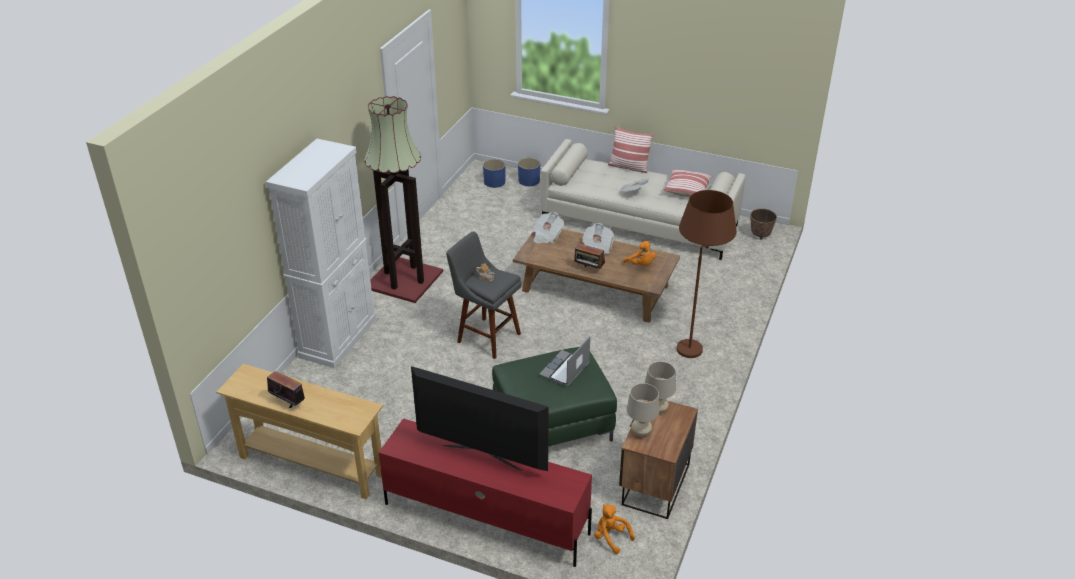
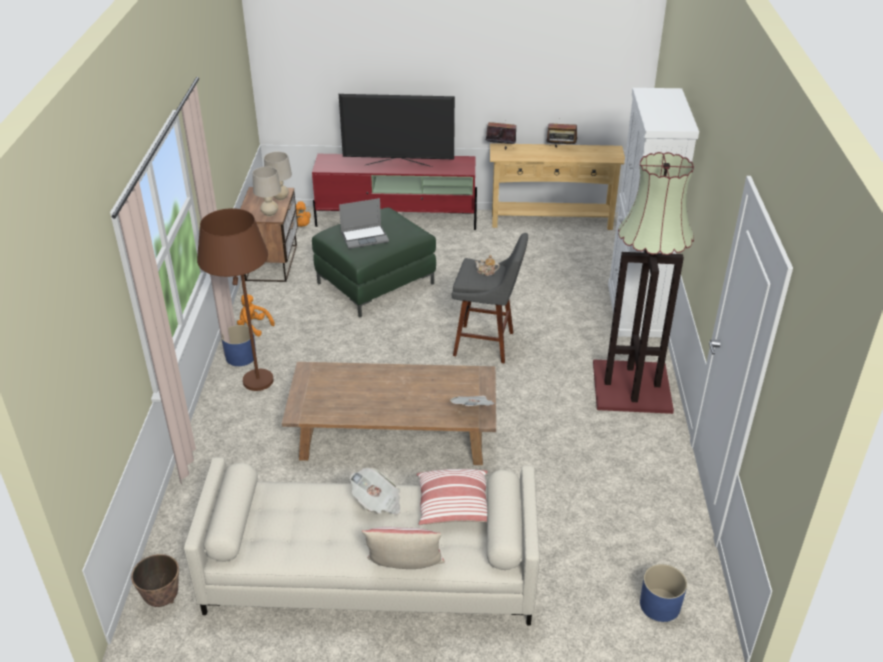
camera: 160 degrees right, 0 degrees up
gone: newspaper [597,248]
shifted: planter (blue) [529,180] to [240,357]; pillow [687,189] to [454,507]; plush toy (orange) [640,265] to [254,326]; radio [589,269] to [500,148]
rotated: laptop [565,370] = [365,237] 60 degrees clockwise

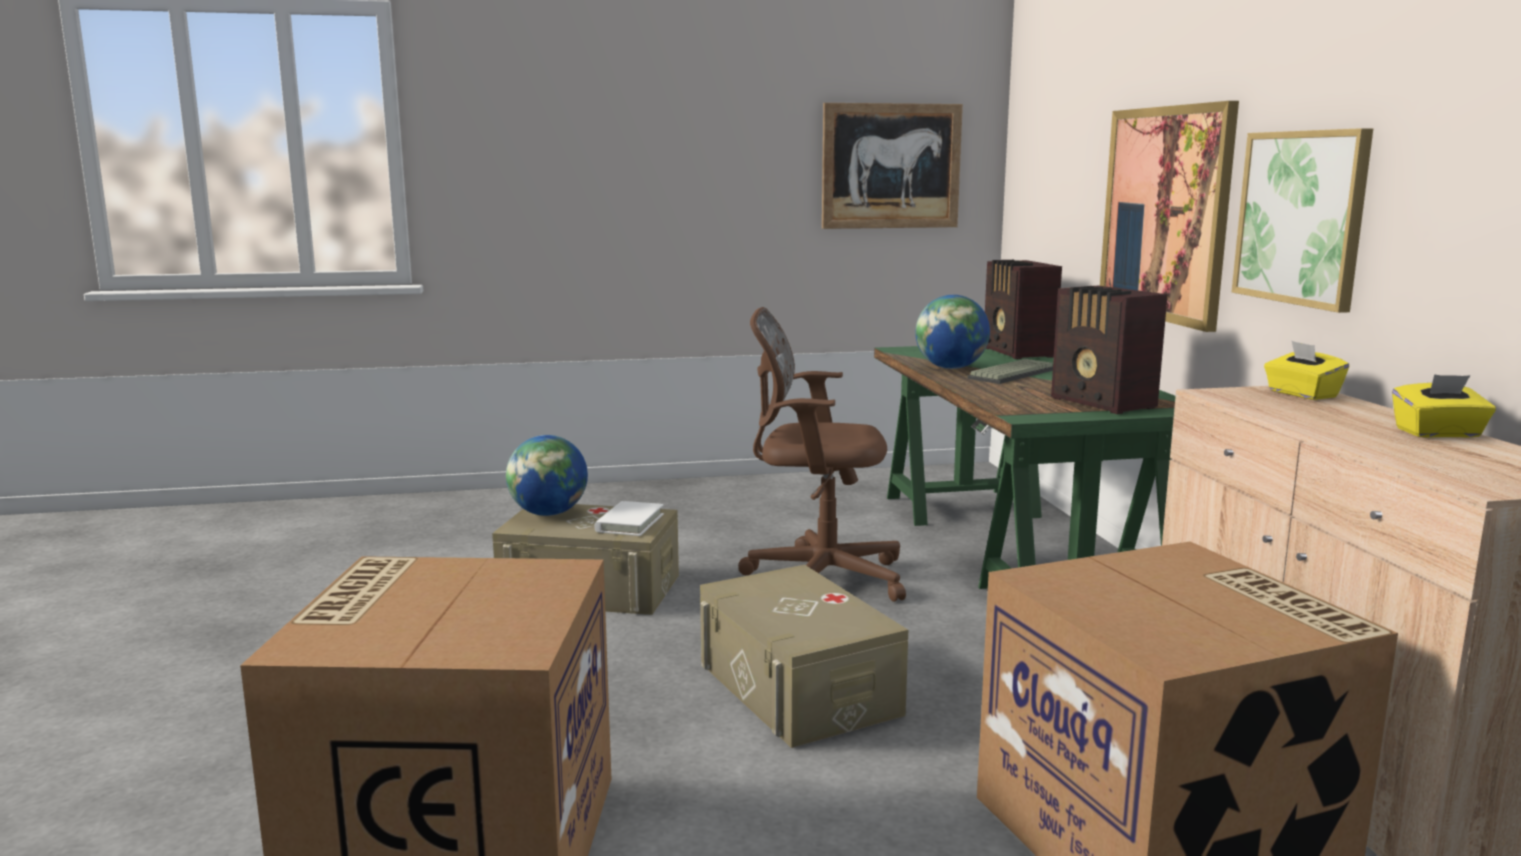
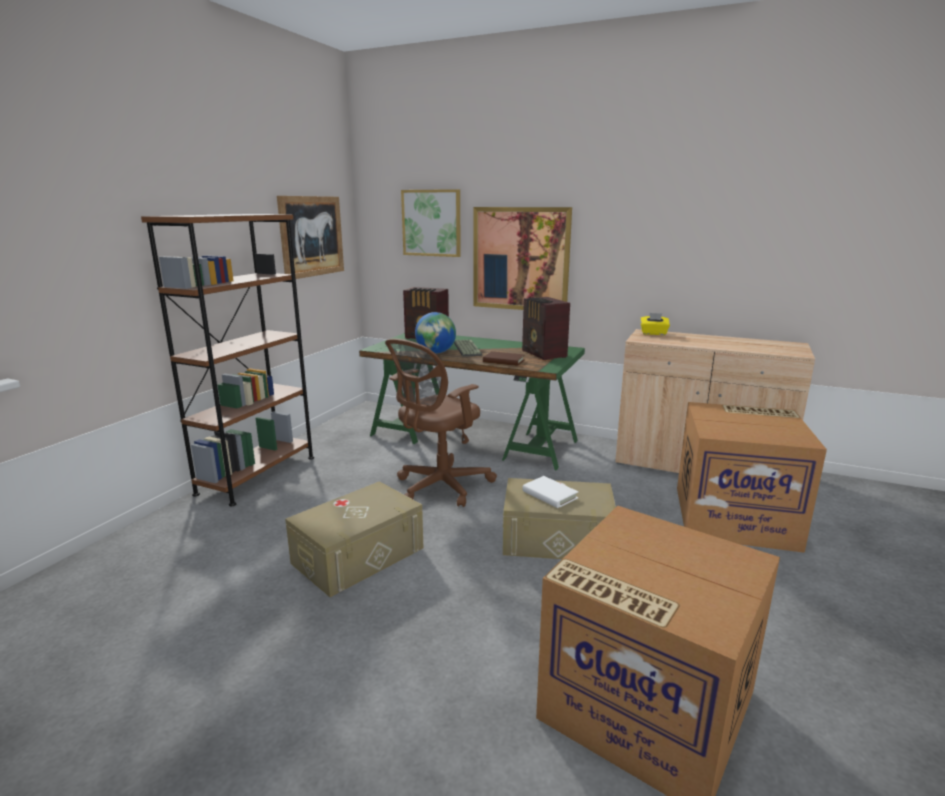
camera: 55 degrees left, 5 degrees up
gone: tissue box (yellow) [1438,433]; globe [548,514]
new: bookcase (brown) [257,475]; book (brown) [503,361]
shifted: picture [1301,217] to [431,223]; book (white) [629,523] to [549,495]
rotated: radio [1103,403] = [543,354] 60 degrees clockwise

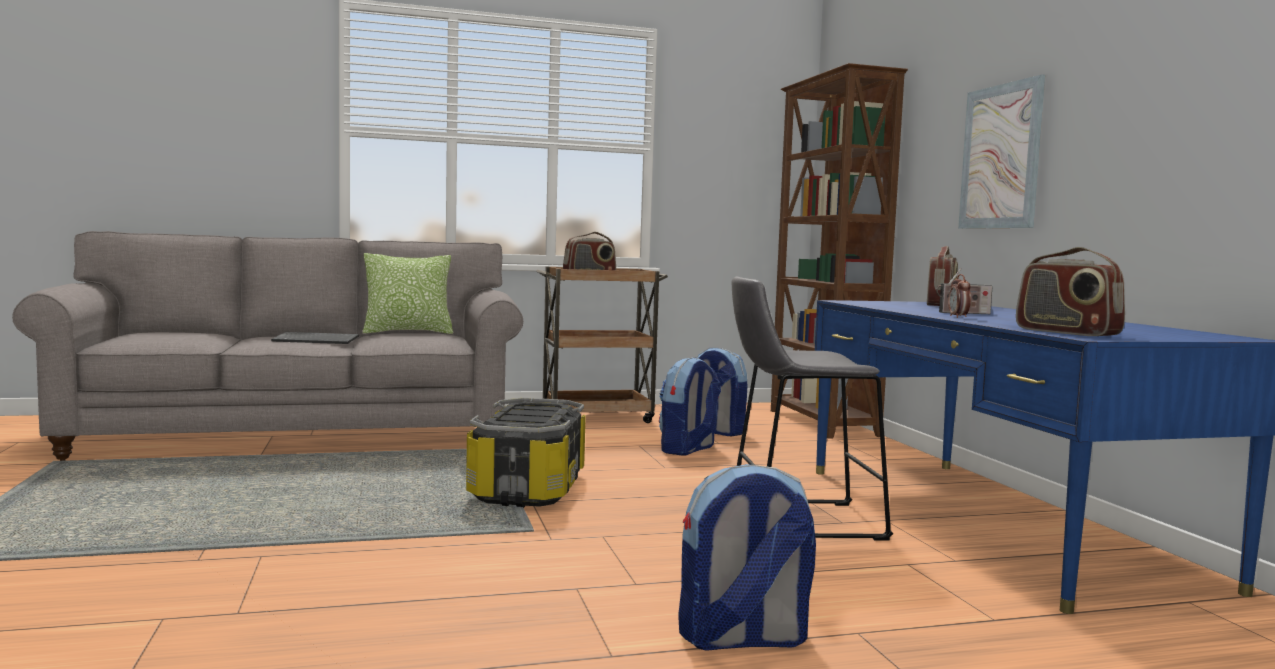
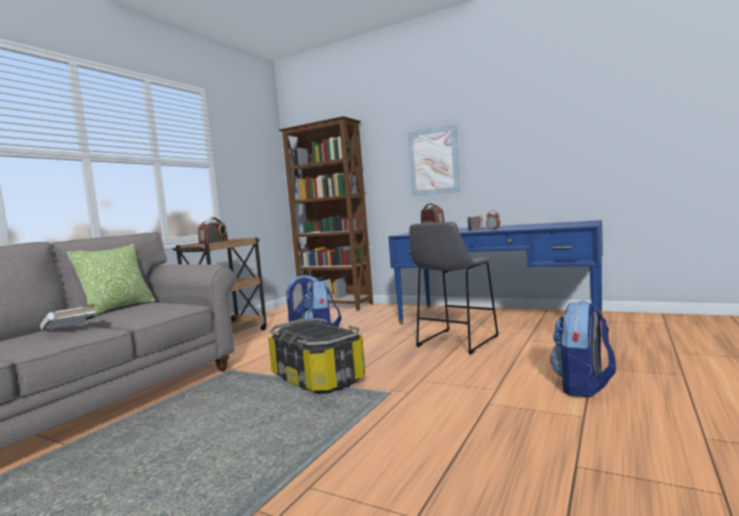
camera: 45 degrees left, 0 degrees up
gone: radio [1066,332]
swapped: keyboard [317,340] to book (white) [70,330]

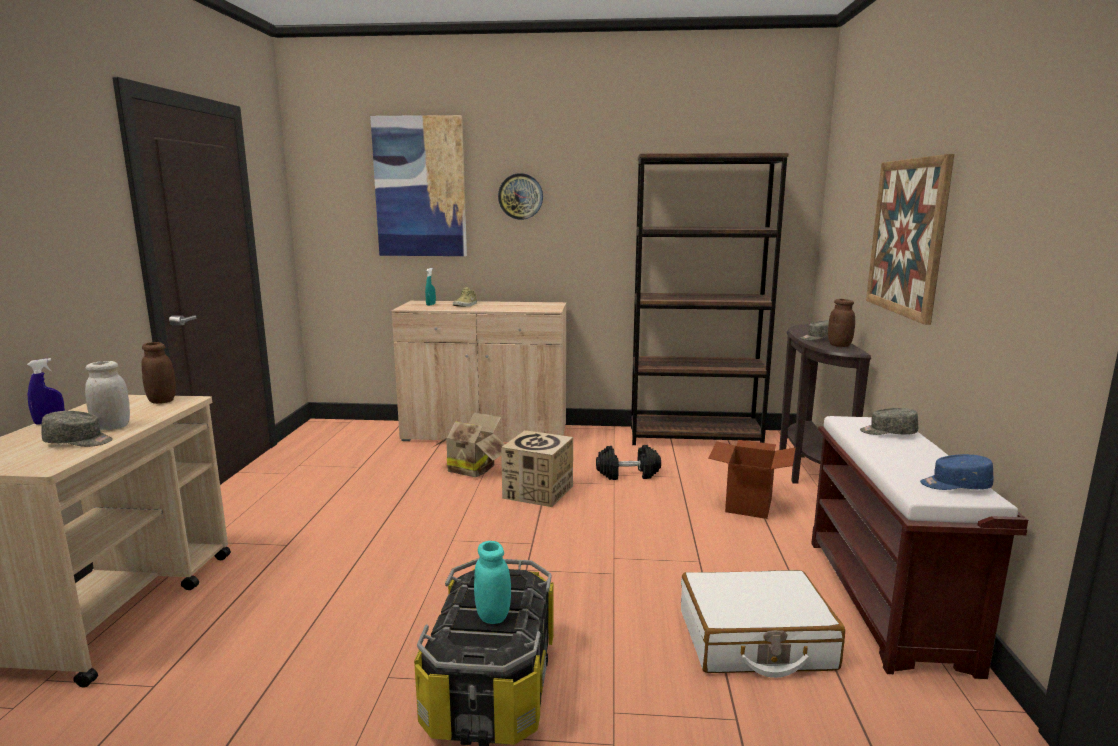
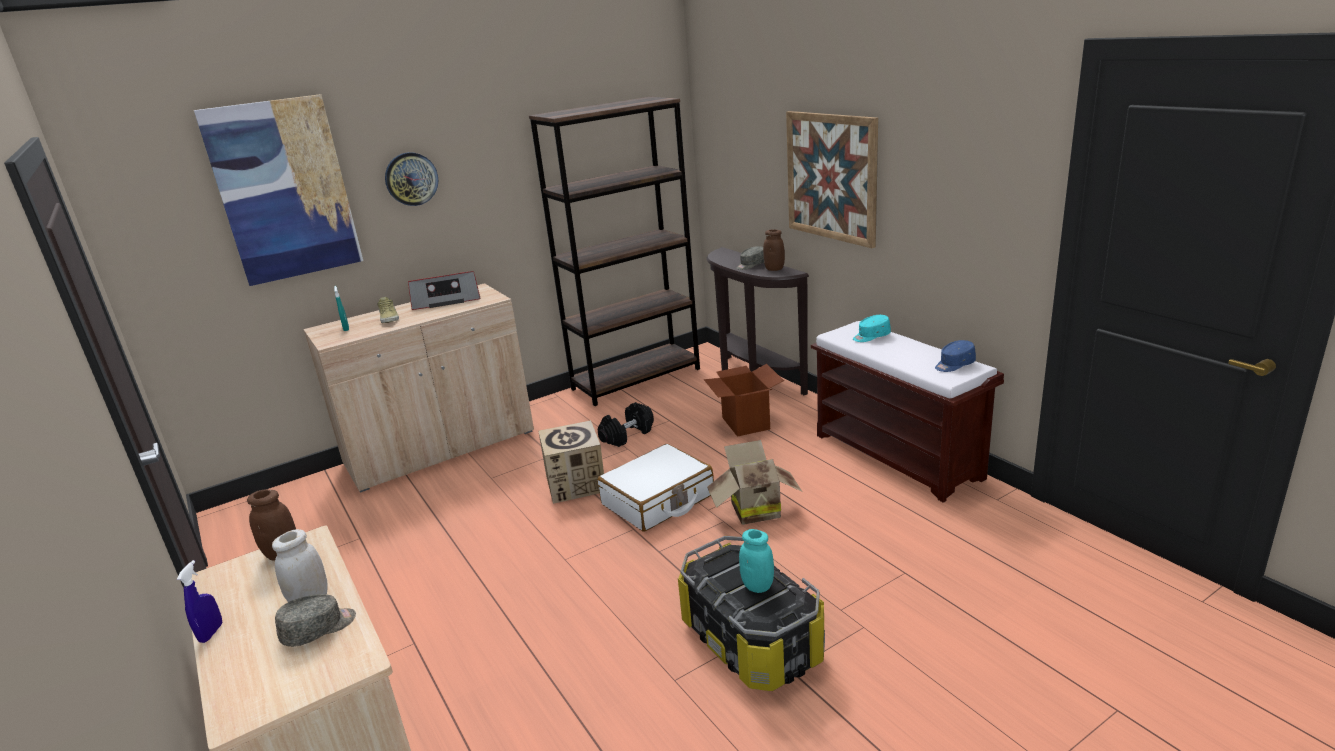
camera: 35 degrees left, 10 degrees up
new: radio [446,300]
shifted: cardboard box [472,468] to [753,509]; suitcase (white) [755,640] to [658,500]
repainted: cap (grey) [888,432] to cap (turquoise) [871,336]

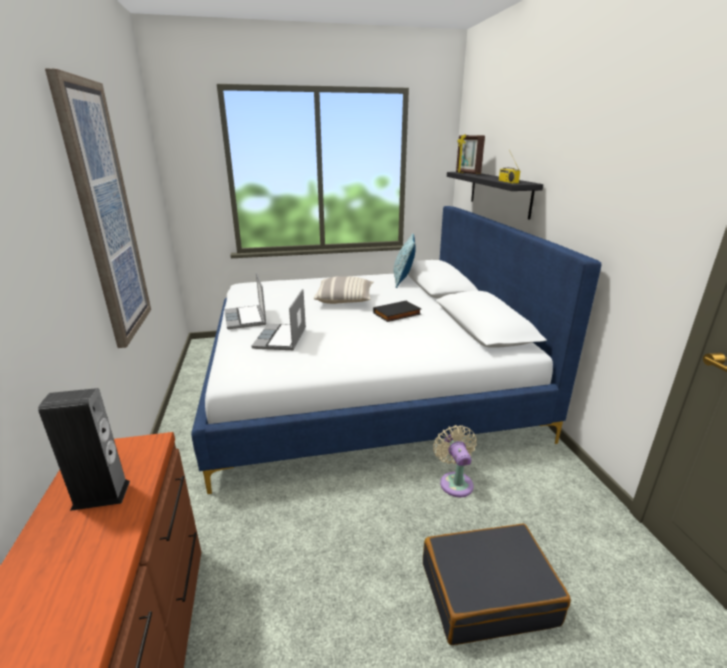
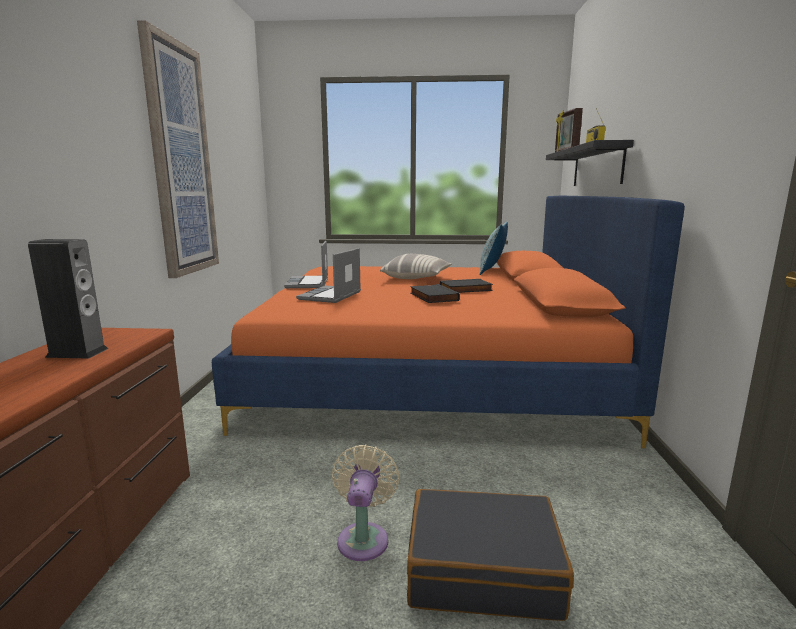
camera: 15 degrees right, 10 degrees down
new: book (black) [432,297]
shifted: fan (beige) [455,482] to [364,537]
repainted: bed (white) [362,381] to bed (orange) [428,370]

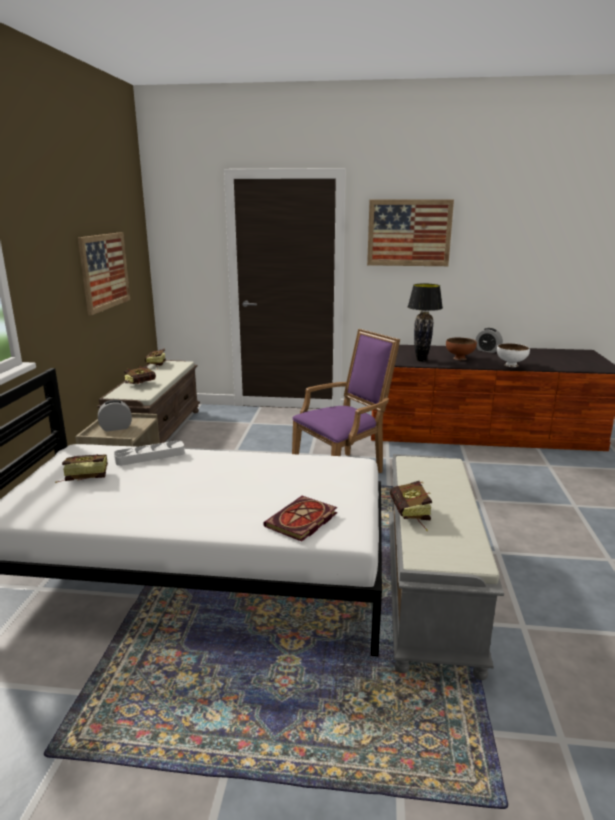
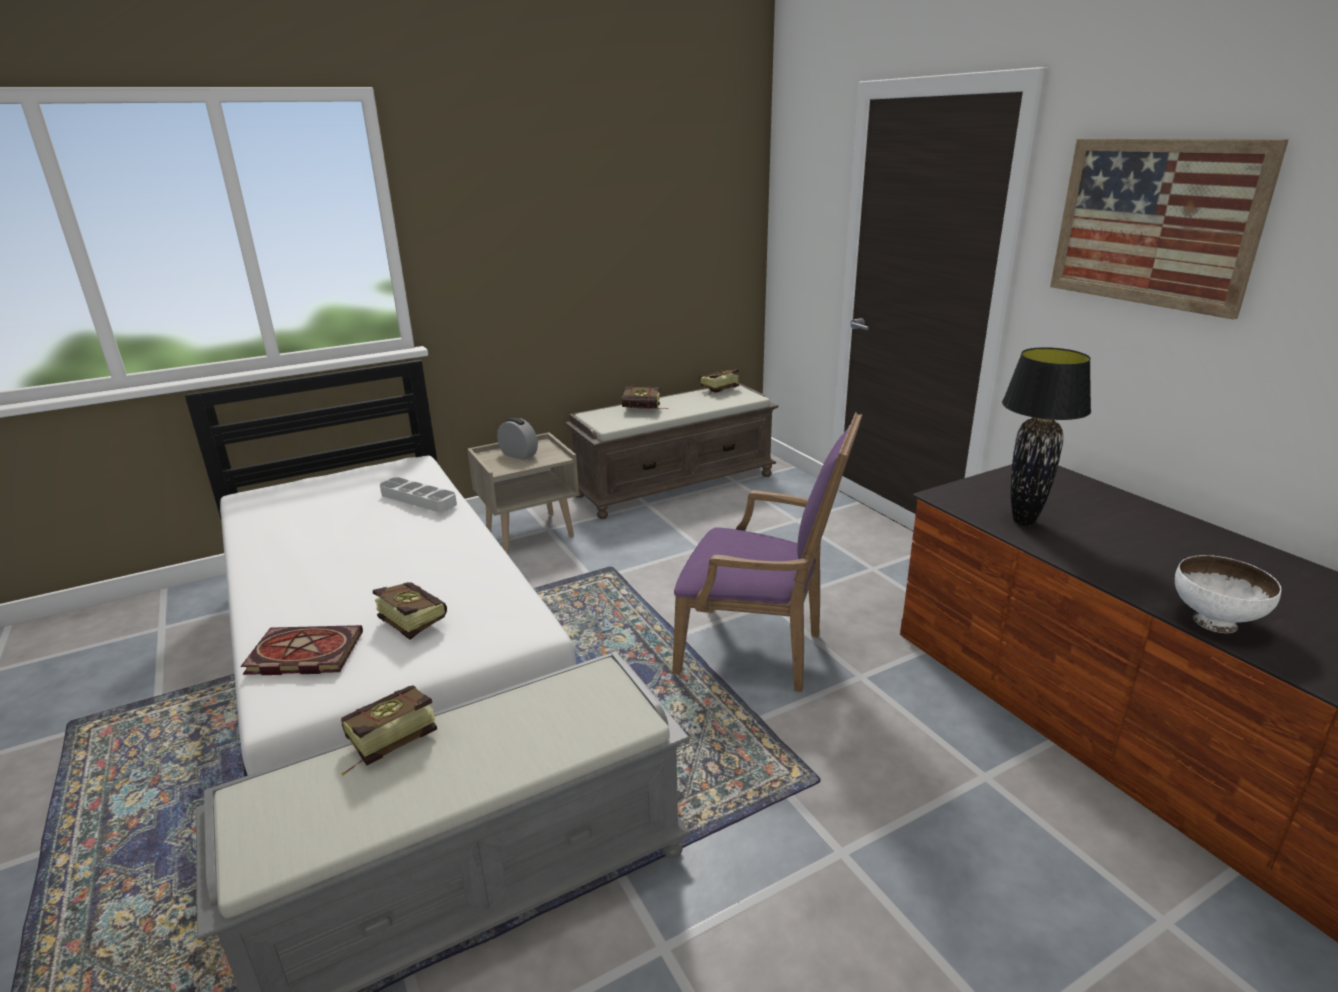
camera: 55 degrees right, 5 degrees up
gone: picture [105,271]; alarm clock [487,350]; bowl (brown) [459,358]
shifted: book [82,477] to [409,621]

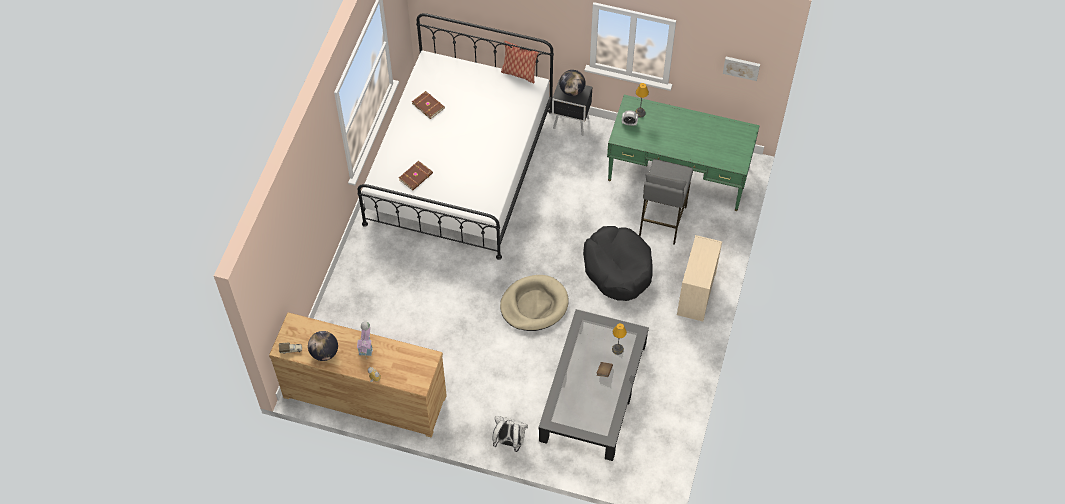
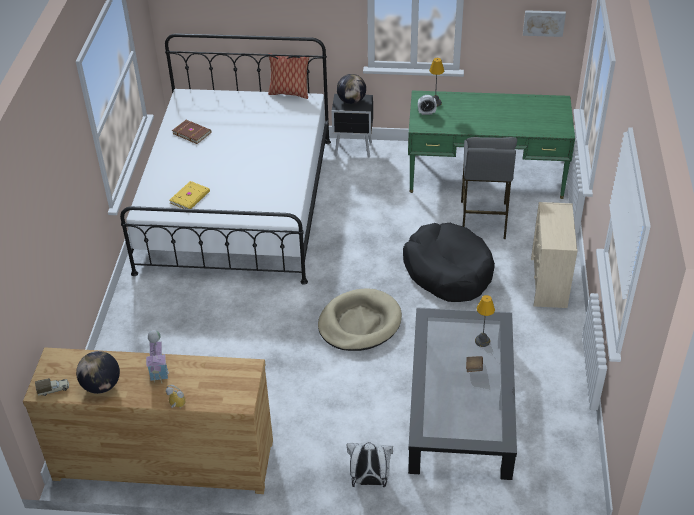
camera: 10 degrees left, 15 degrees down
repainted: book (brown) [416,177] to book (yellow) [190,197]

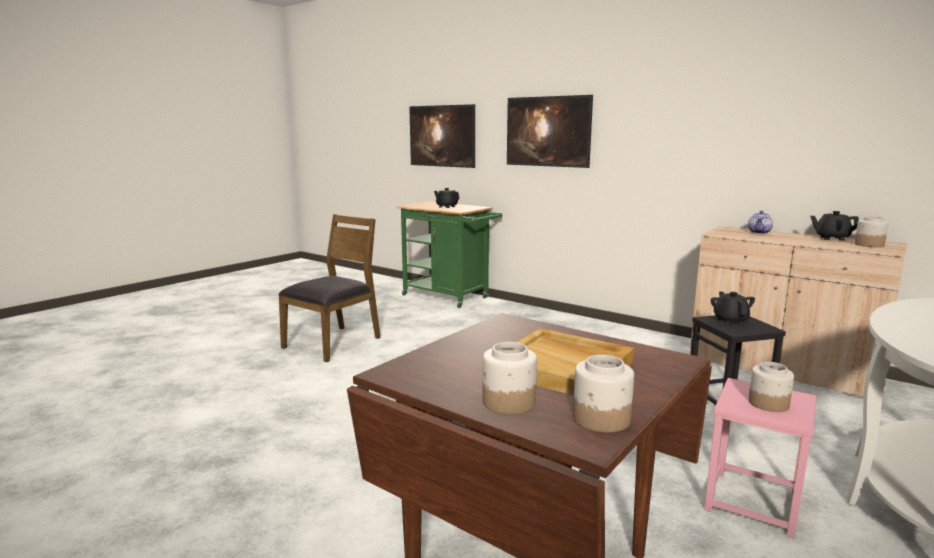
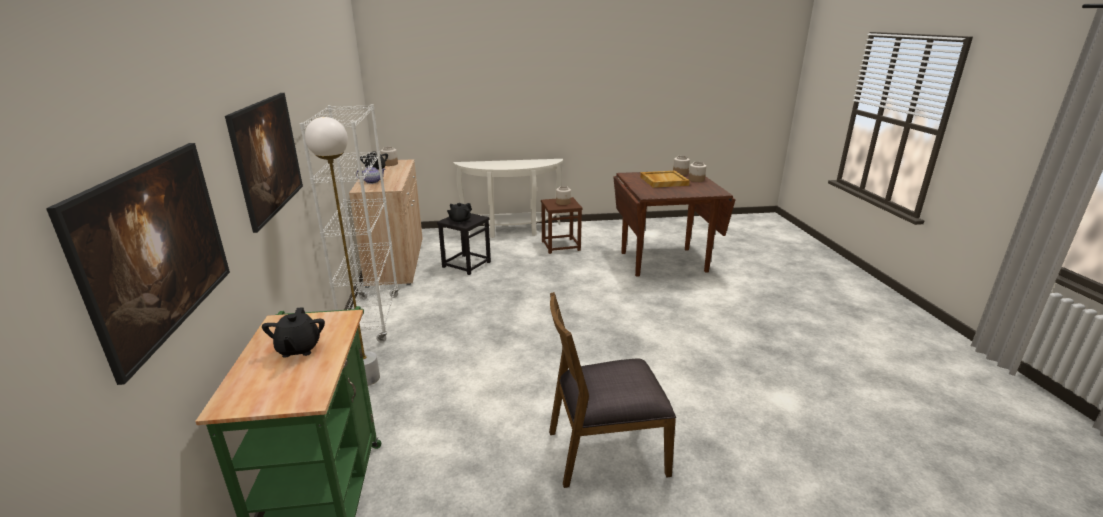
camera: 135 degrees left, 10 degrees up
new: bookcase (white) [372,319]; floor lamp (white) [367,379]
repainted: stool (pink) [753,502] to stool (brown) [560,245]

